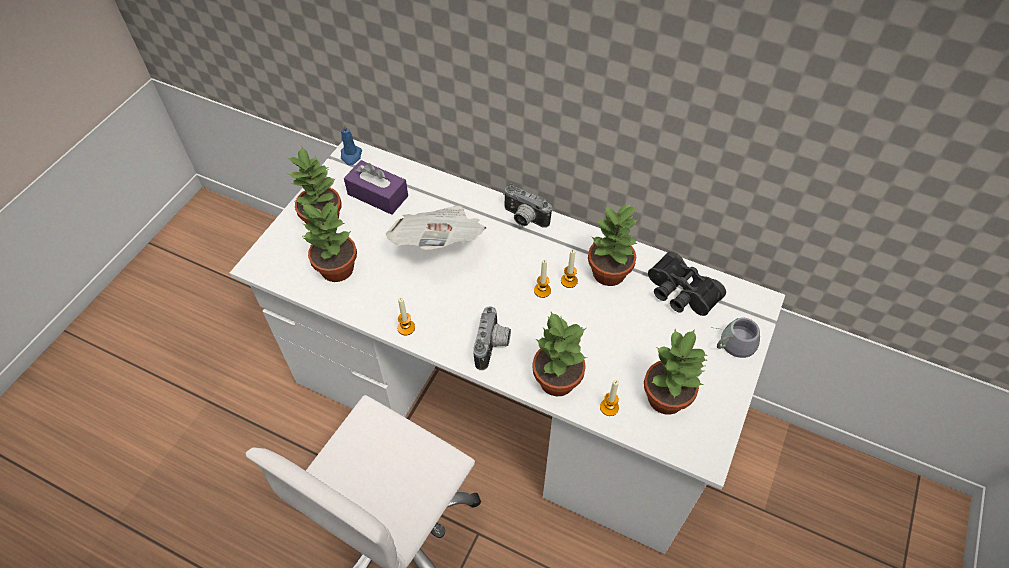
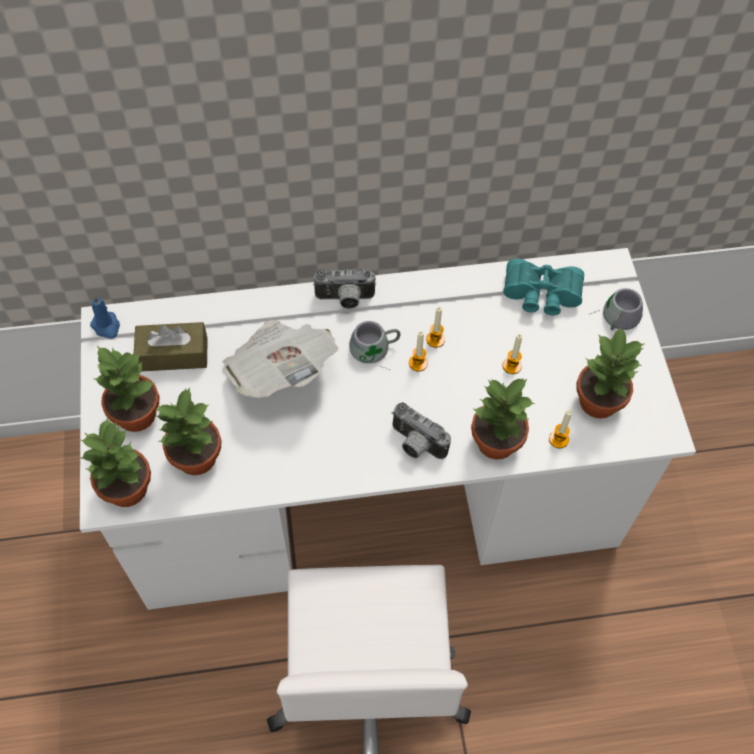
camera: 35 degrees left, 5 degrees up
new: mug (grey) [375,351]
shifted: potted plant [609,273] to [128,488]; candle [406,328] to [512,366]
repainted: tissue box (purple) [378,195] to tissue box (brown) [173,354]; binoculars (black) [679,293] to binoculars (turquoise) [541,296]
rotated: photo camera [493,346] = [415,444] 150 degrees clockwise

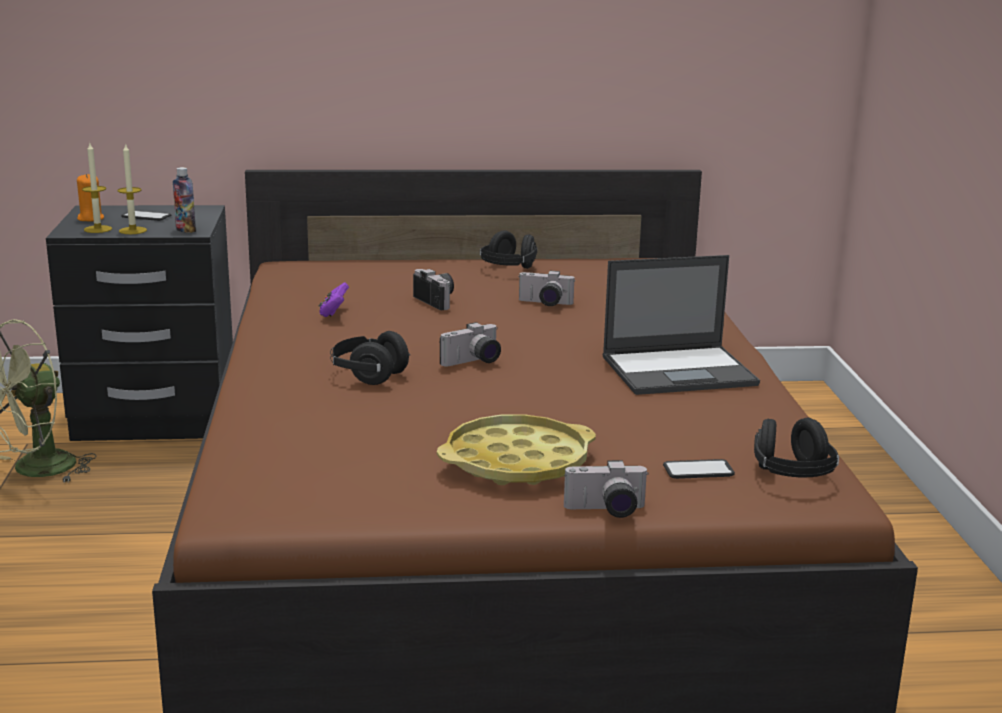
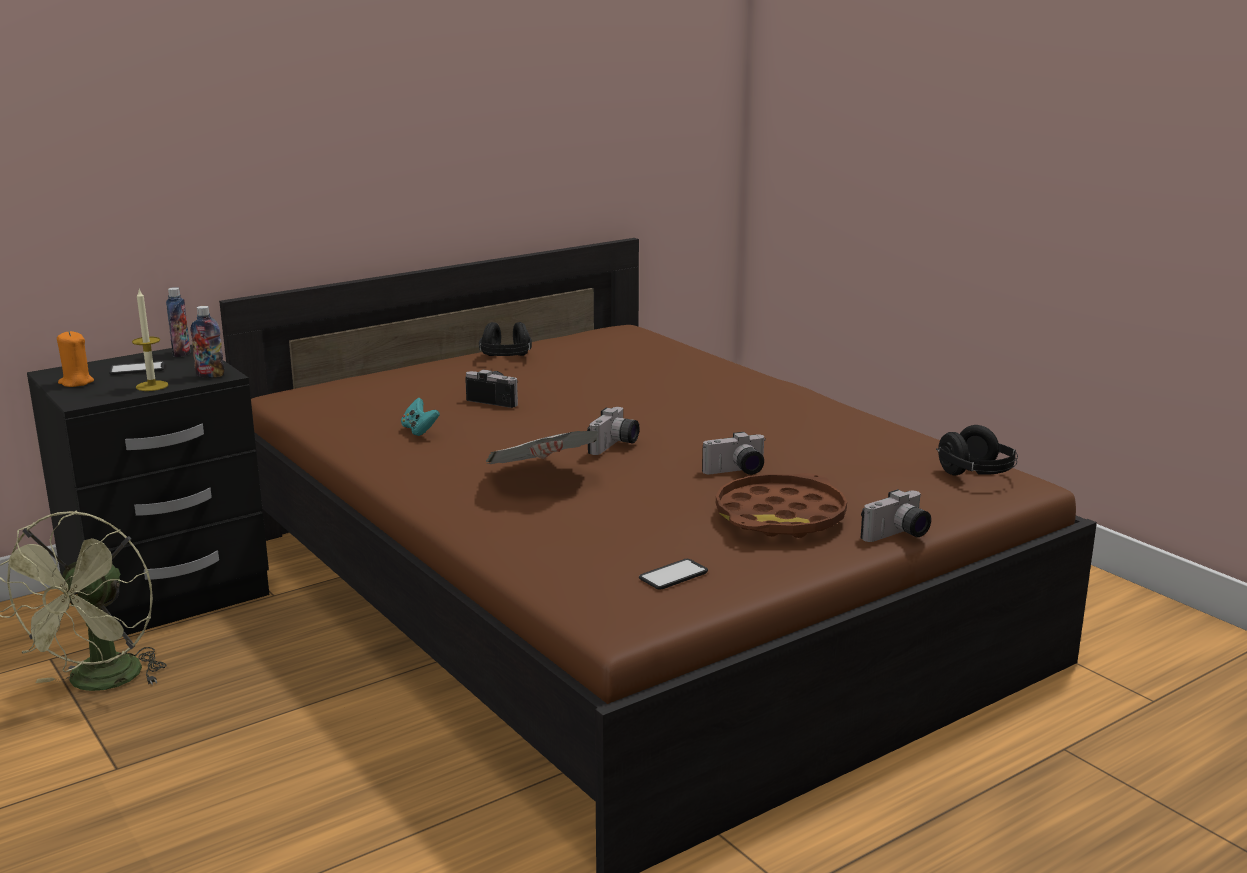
camera: 30 degrees left, 0 degrees up
gone: candle [98,229]; laptop [680,371]
new: bottle [181,353]
shifted: photo camera [544,303] to [737,472]; phone [698,470] to [673,575]
swapped: headphones (black) [368,375] to newspaper [542,478]
repainted: game controller (purple) [334,313] to game controller (turquoise) [419,430]; tray (yellow) [517,462] to tray (brown) [780,517]

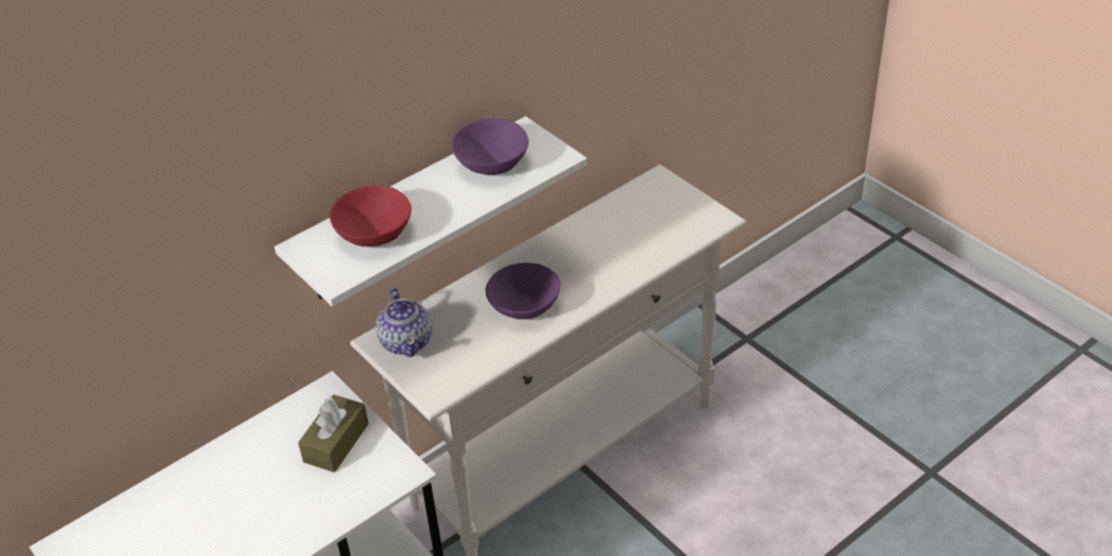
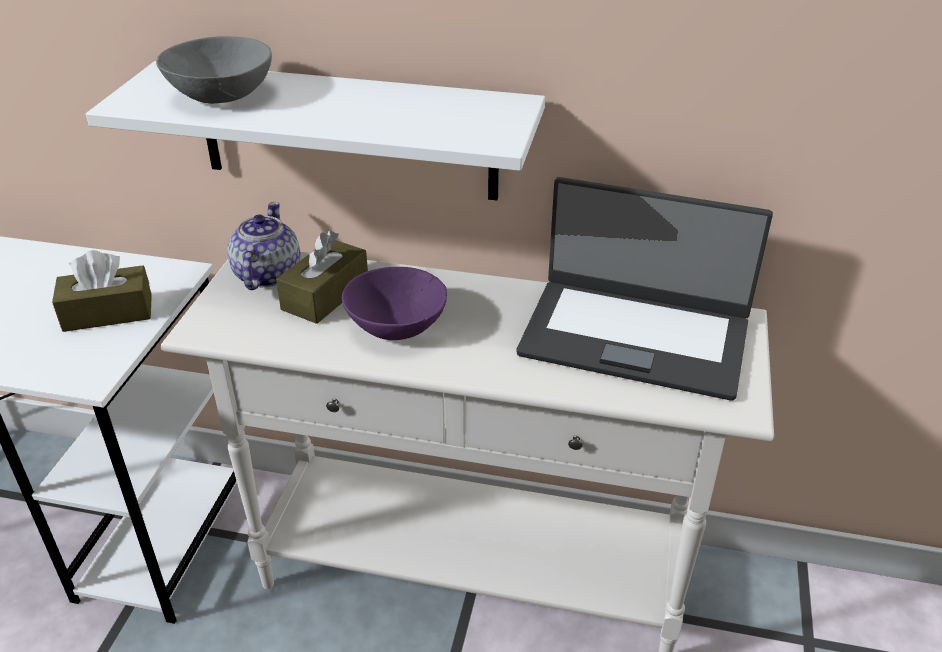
camera: 50 degrees right, 5 degrees down
gone: bowl (purple) [491,164]
new: laptop [635,336]; tissue box (brown) [325,295]
repainted: bowl (red) [373,234] to bowl (grey) [220,94]
rotated: teapot [407,341] = [266,275] 150 degrees clockwise

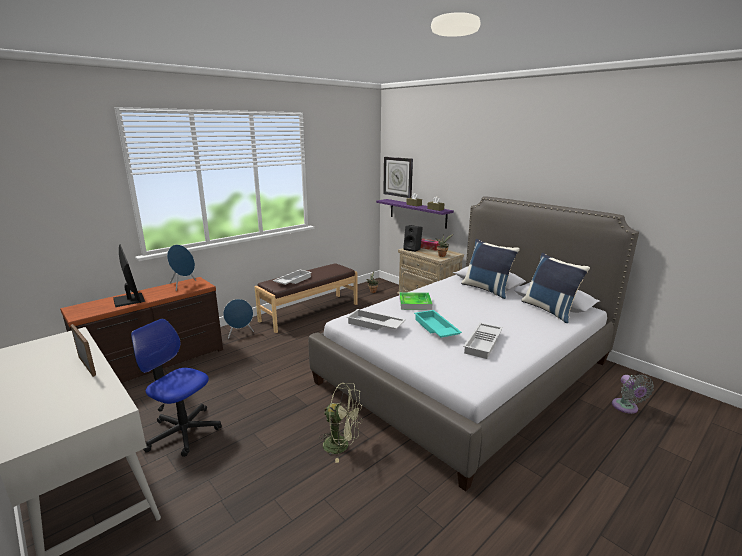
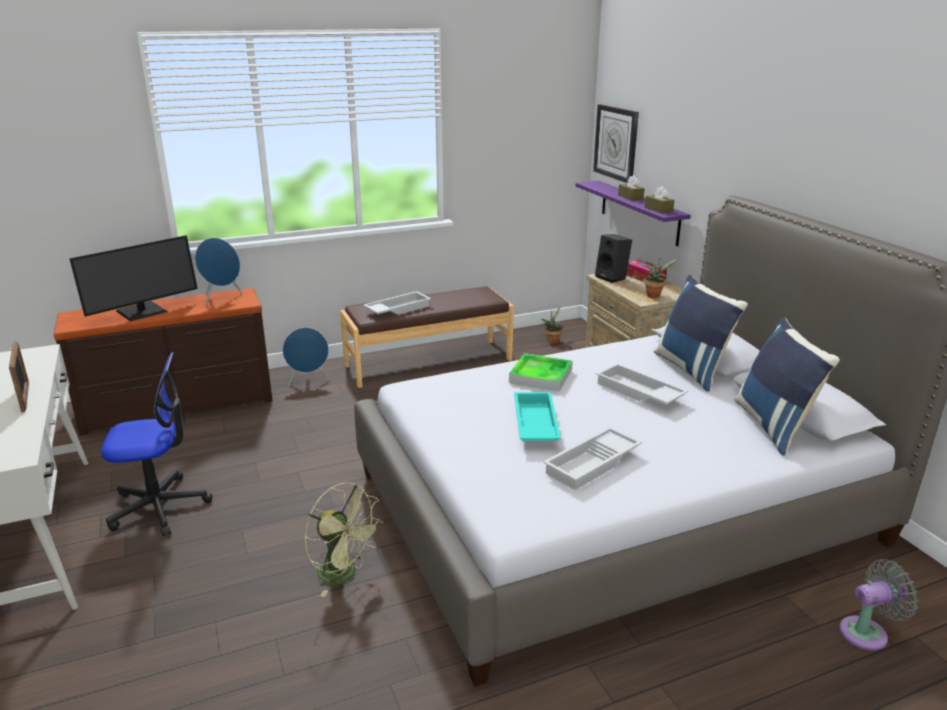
camera: 20 degrees right, 5 degrees up
shifted: tray (white) [374,325] to [638,392]
rotated: monitor [130,299] = [142,312] 60 degrees clockwise; office chair [183,432] = [159,507] 120 degrees clockwise; fan (grey) [626,408] = [867,632] 120 degrees counterclockwise

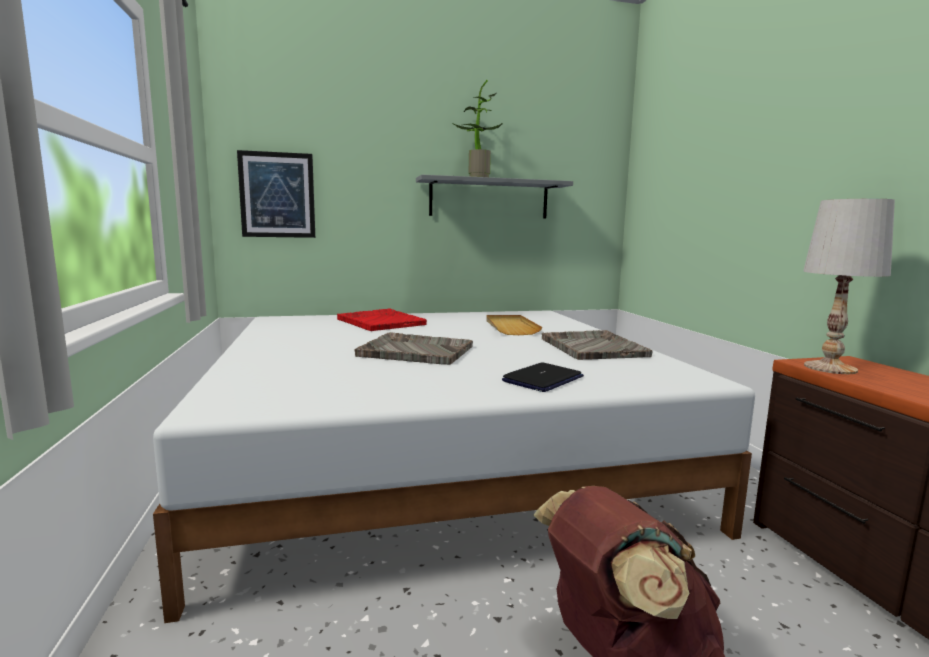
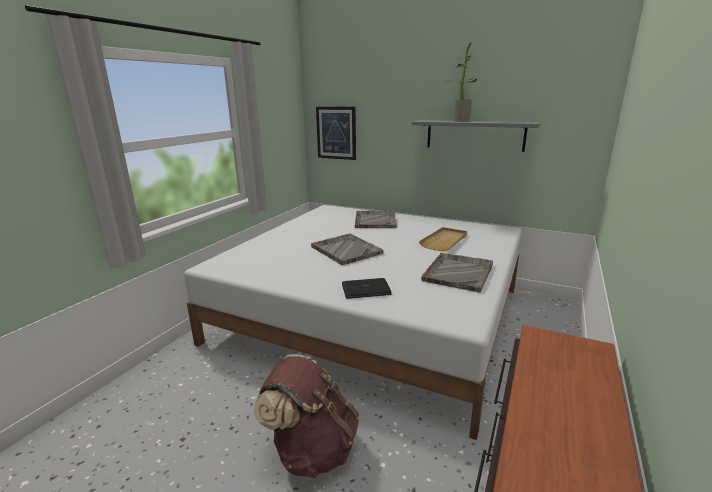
camera: 40 degrees right, 10 degrees up
gone: table lamp (white) [829,368]
repainted: tray (red) [380,322] to tray (grey) [375,220]

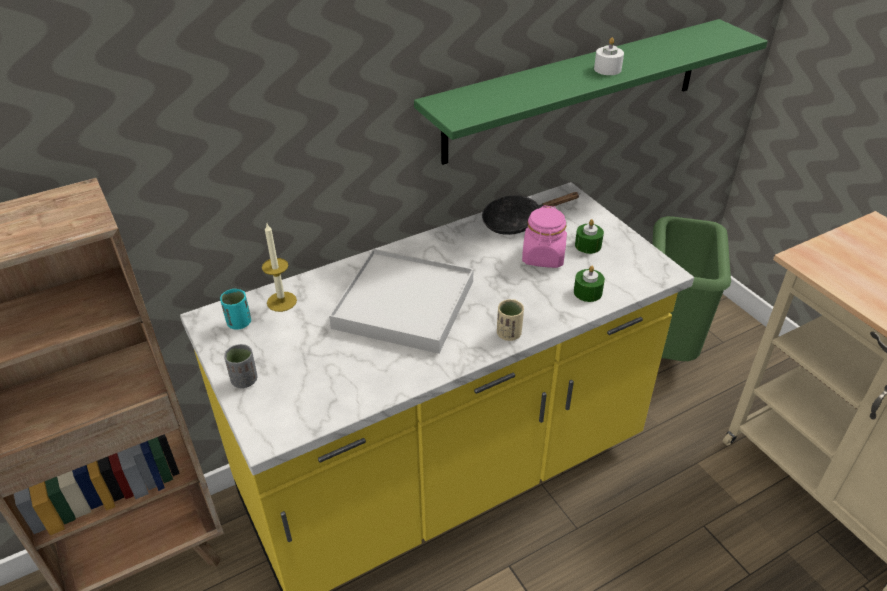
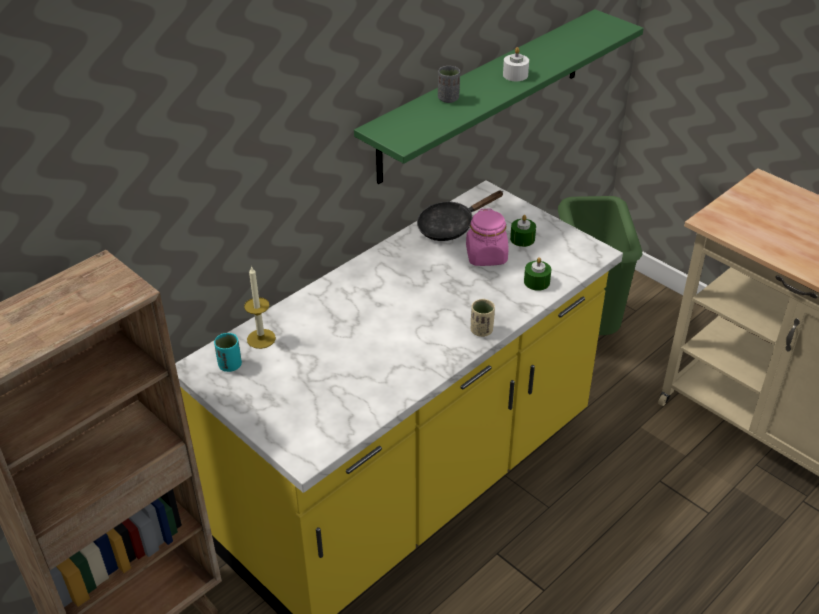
camera: 15 degrees left, 0 degrees up
gone: tray (white) [404,304]
shifted: cup (grey) [244,380] to [448,99]

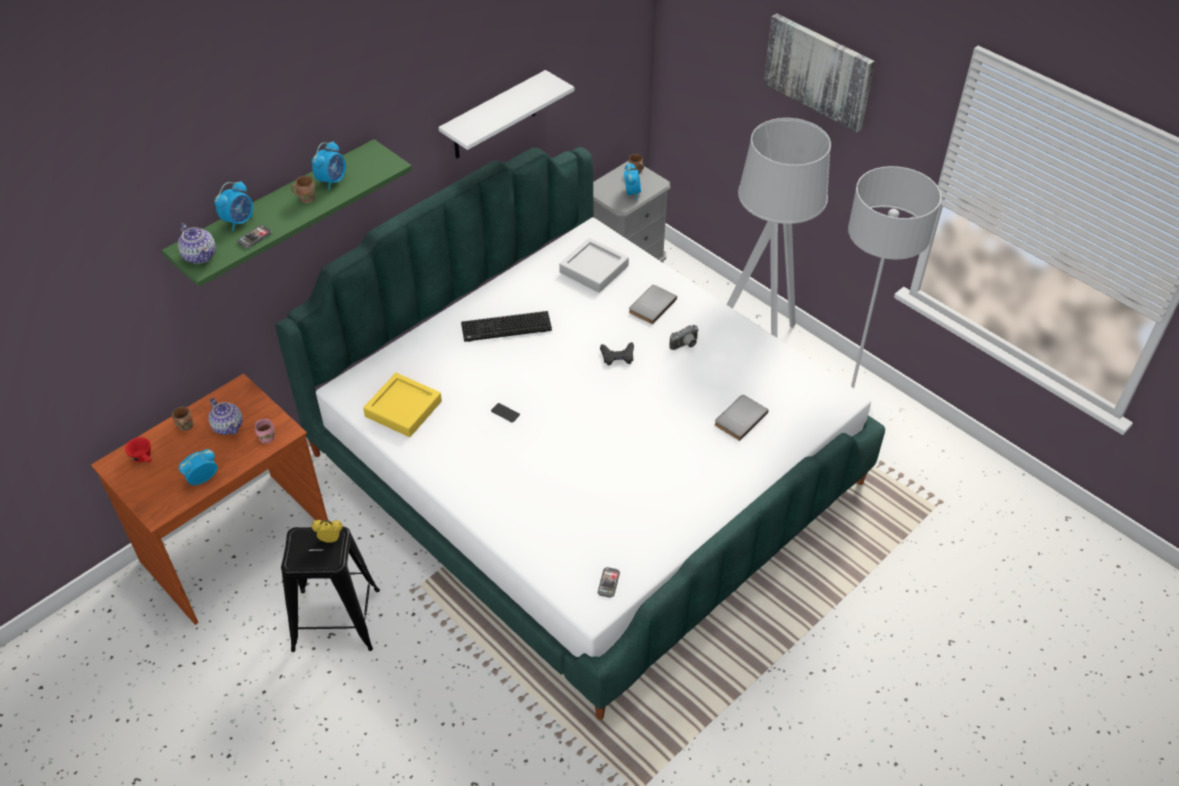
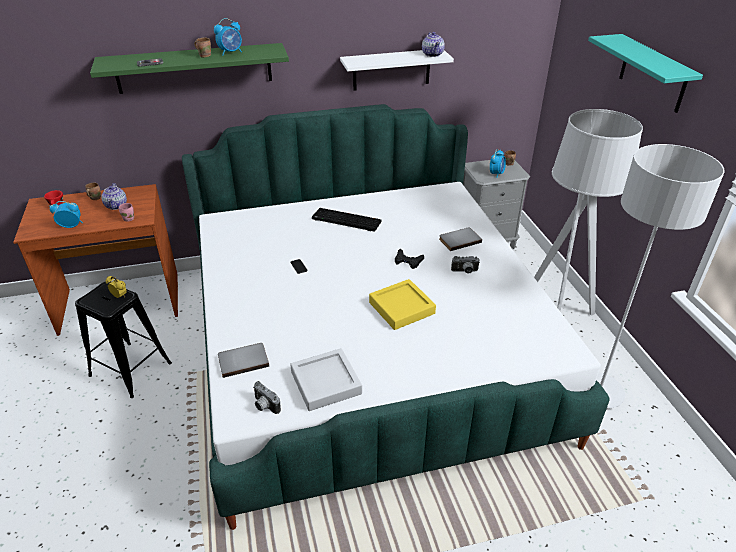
camera: 30 degrees right, 10 degrees down
gone: alarm clock [239,221]
shifted: teapot [200,255] to [432,54]; tray (grey) [594,269] to [326,383]; tray (yellow) [403,409] to [401,308]; book (grey) [739,418] to [243,360]
swapped: picture [819,71] to shelf (turquoise) [653,73]; phone [608,583] to photo camera [264,406]

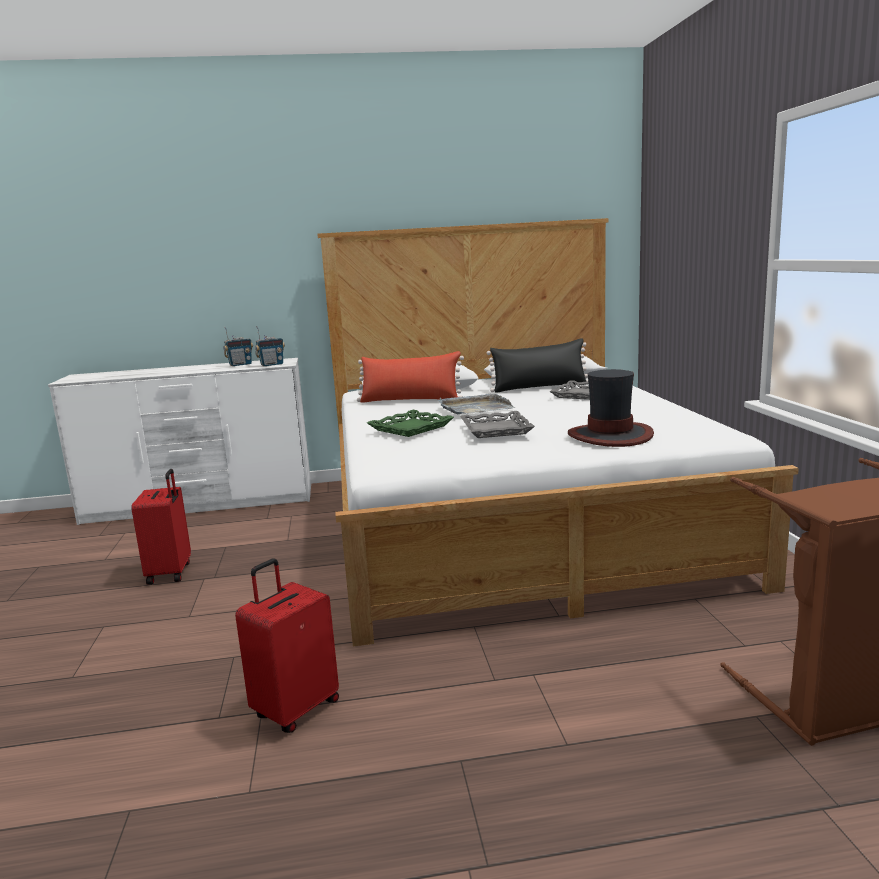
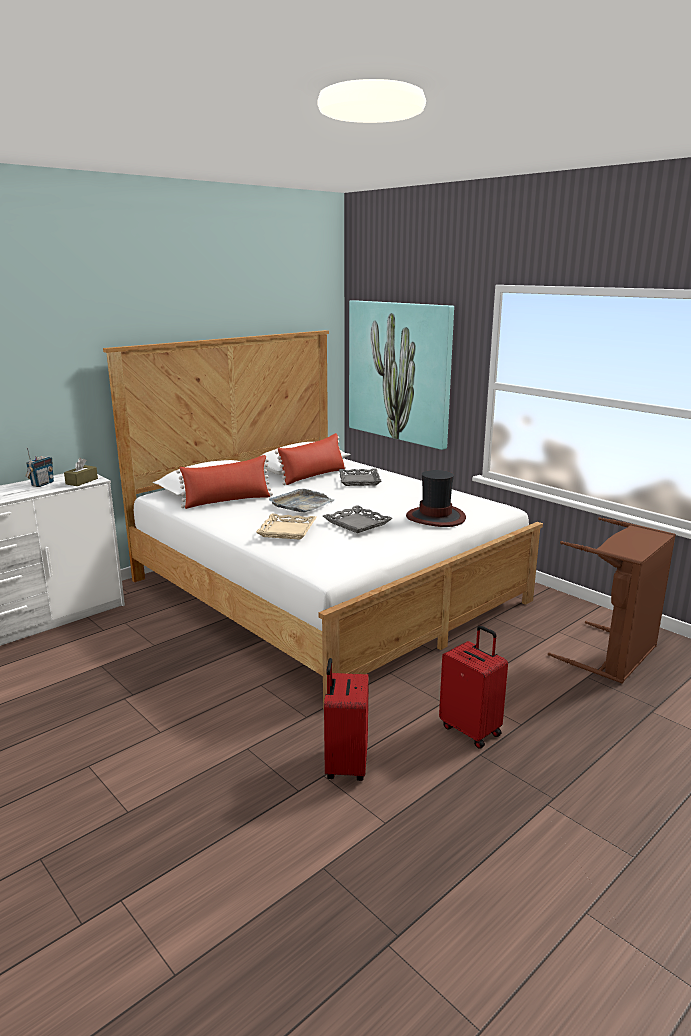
camera: 35 degrees left, 5 degrees up
new: picture [400,372]
shifted: suitcase (red) [171,573] to [471,730]
swapped: radio [272,365] to tissue box (brown) [82,481]
repainted: pillow (black) [540,387] to pillow (red) [313,476]; tray (green) [410,428] to tray (beige) [286,530]

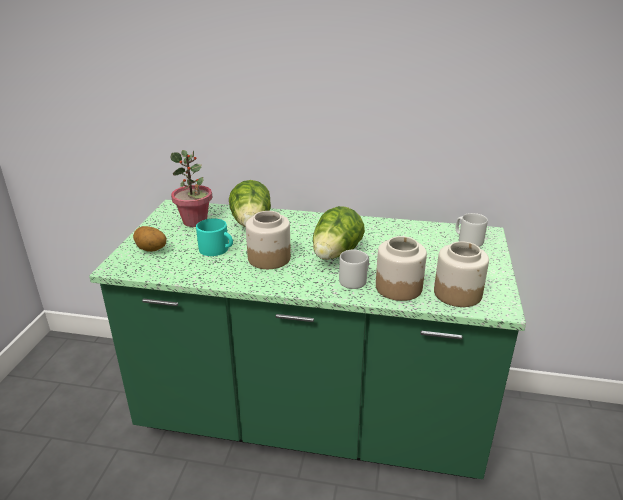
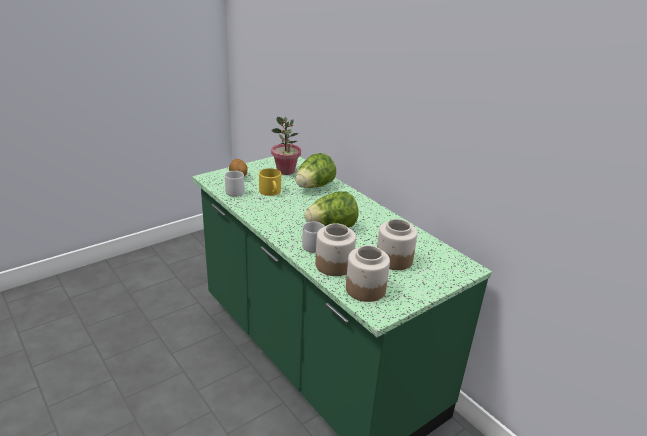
camera: 40 degrees right, 0 degrees up
shifted: jar [268,258] to [393,259]; mug (grey) [468,240] to [235,191]
repainted: mug (turquoise) [217,249] to mug (yellow) [271,192]

